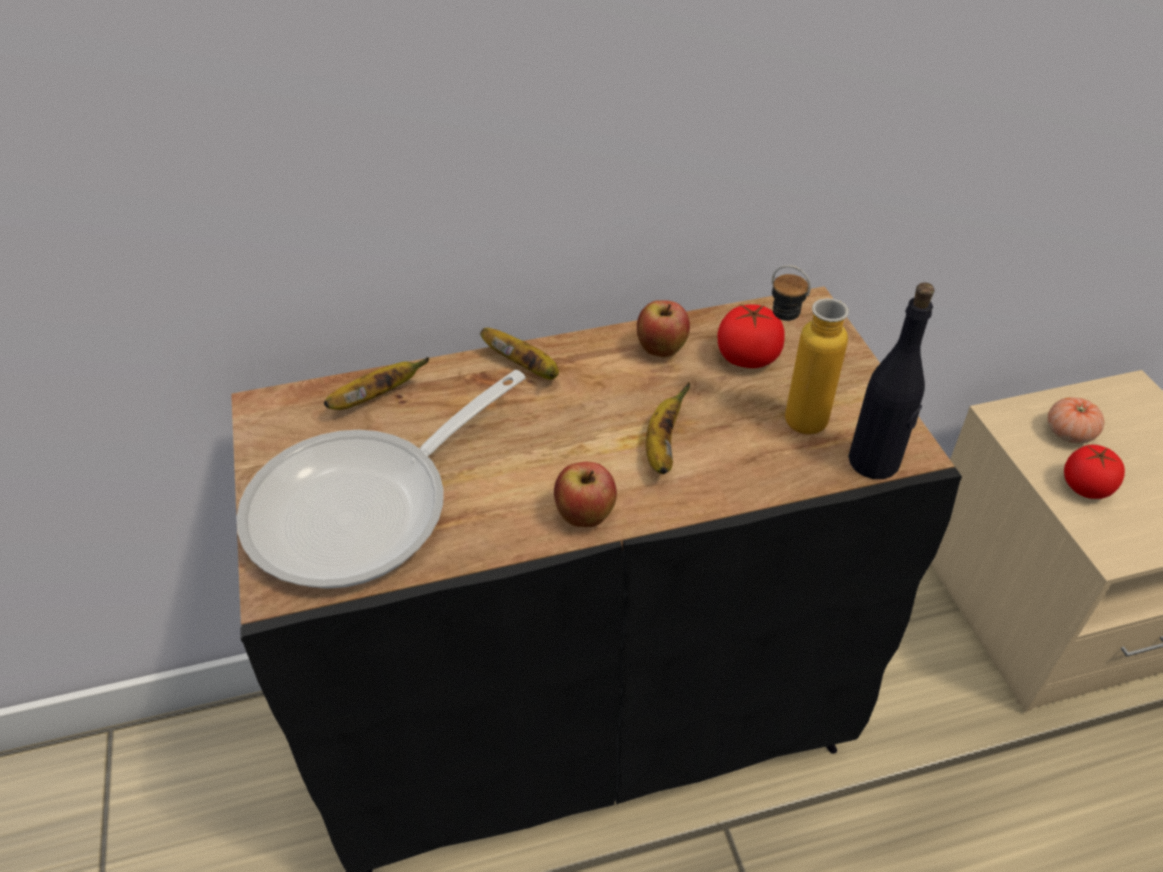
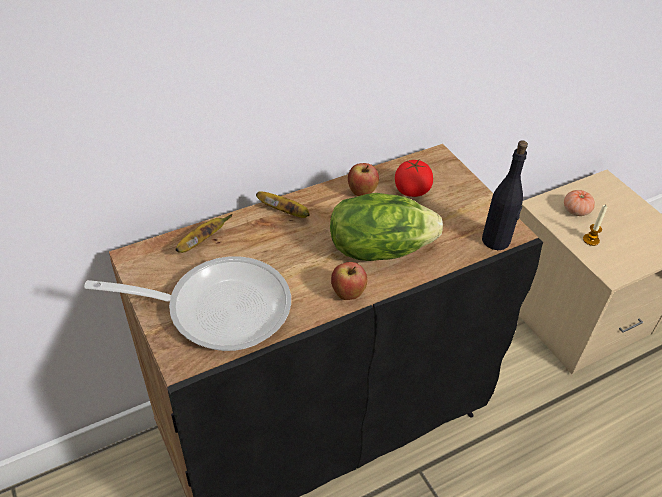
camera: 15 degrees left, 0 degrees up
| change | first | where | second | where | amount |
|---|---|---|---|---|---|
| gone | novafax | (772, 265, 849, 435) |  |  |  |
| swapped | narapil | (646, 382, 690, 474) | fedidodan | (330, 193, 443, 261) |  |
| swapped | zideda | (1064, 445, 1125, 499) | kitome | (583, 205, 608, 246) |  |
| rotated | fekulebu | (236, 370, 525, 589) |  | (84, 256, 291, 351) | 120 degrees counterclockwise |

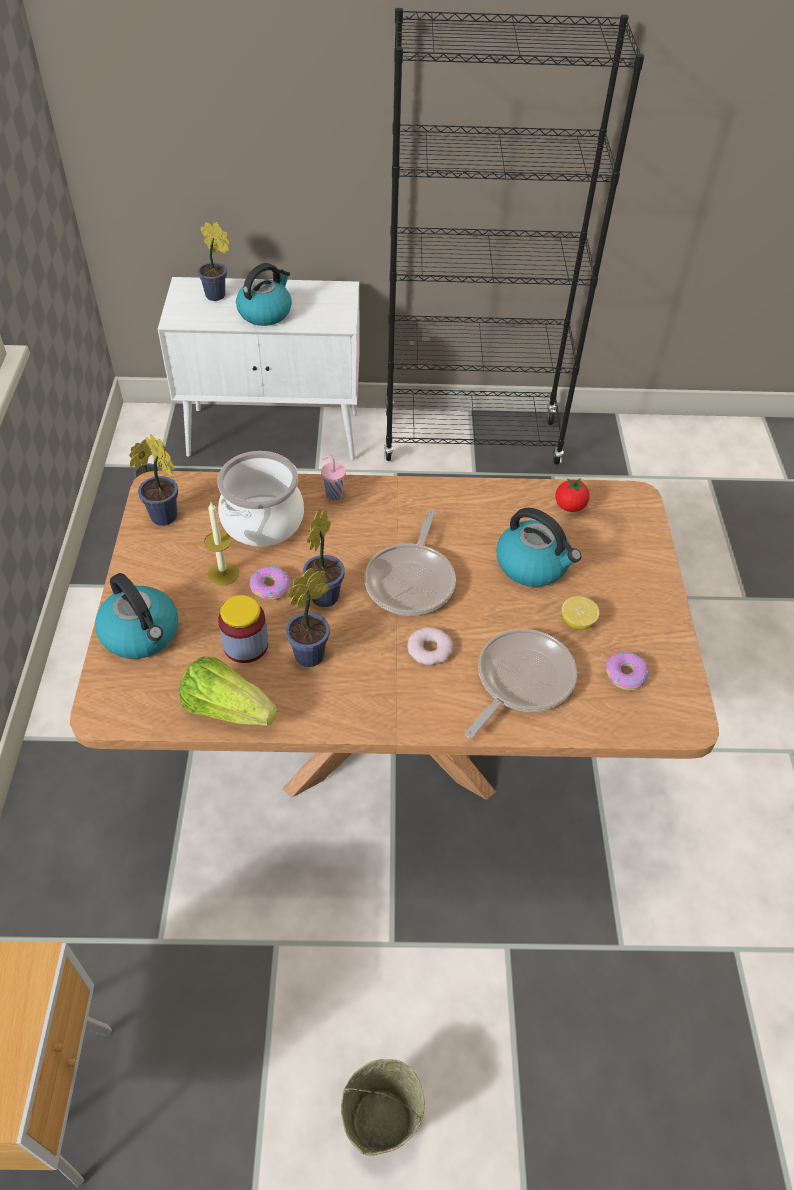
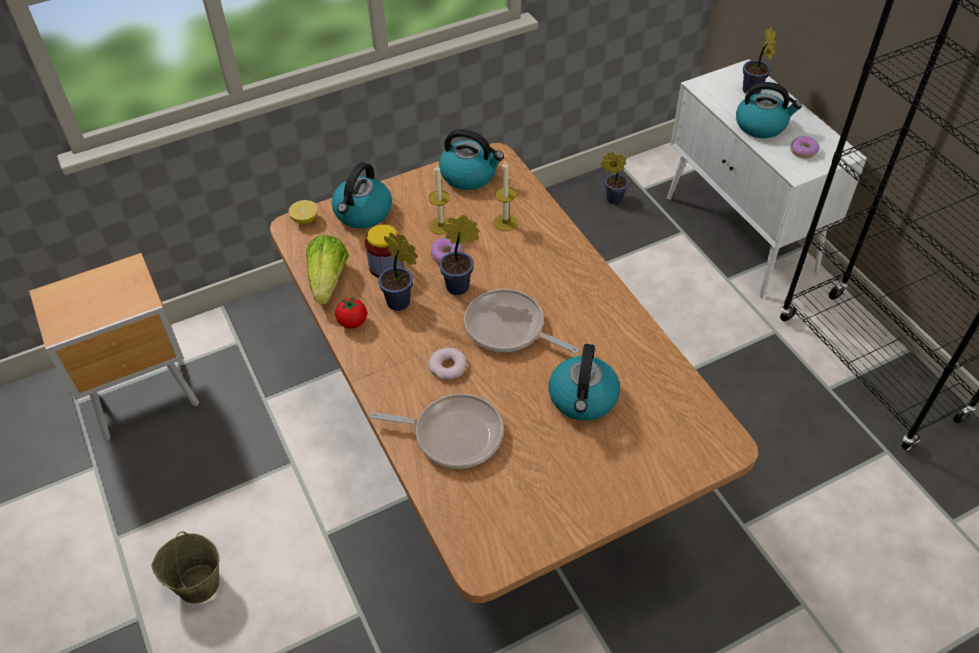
camera: 65 degrees right, 0 degrees up
| change | first | where | second | where | amount |
|---|---|---|---|---|---|
| gone | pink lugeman | (321, 455, 346, 500) |  |  |  |
| shifted | zideda | (555, 478, 590, 512) |  | (335, 297, 367, 329) |  |
| shifted | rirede | (562, 596, 599, 629) |  | (289, 200, 318, 224) |  |
| shifted | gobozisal | (606, 652, 648, 690) |  | (790, 136, 820, 158) |  |
| swapped | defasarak | (138, 435, 178, 526) | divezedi | (439, 129, 504, 190) |  |
| swapped | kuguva | (217, 451, 304, 547) | kitome | (493, 160, 518, 231) |  |
| rotated | fekulebu | (364, 510, 456, 616) |  | (464, 289, 579, 354) | 45 degrees clockwise |

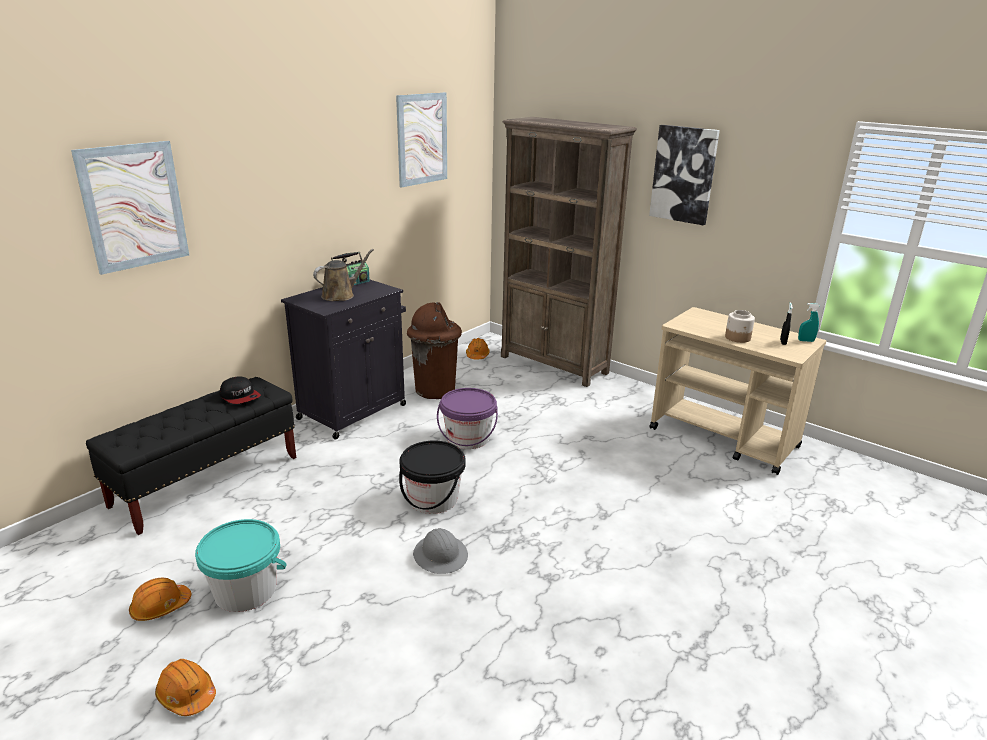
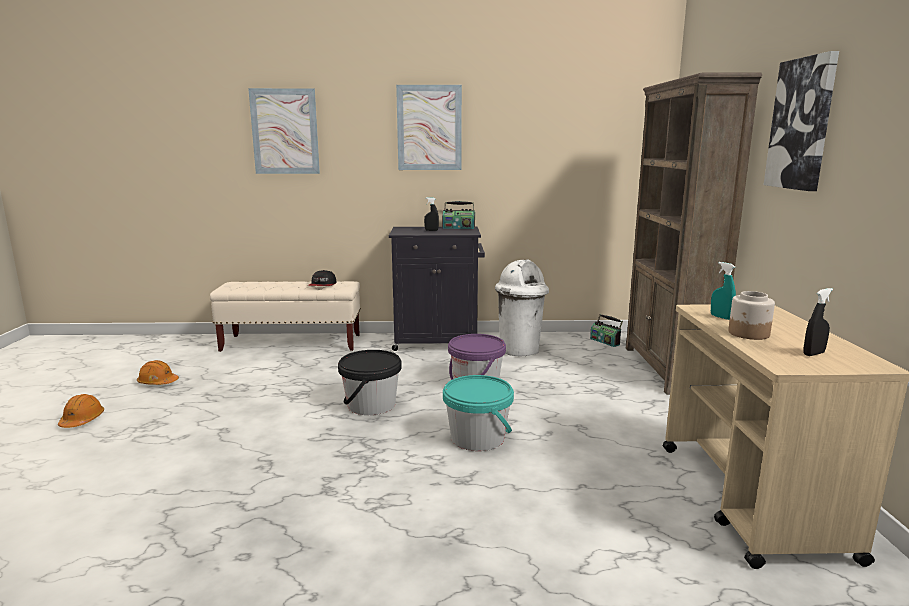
camera: 50 degrees right, 10 degrees down
| change | first | where | second | where | amount |
|---|---|---|---|---|---|
| gone | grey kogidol | (413, 528, 468, 574) |  |  |  |
| shifted | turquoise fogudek | (195, 519, 287, 612) |  | (443, 375, 514, 451) |  |
| shifted | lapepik | (396, 92, 447, 188) |  | (396, 85, 462, 170) |  |
| shifted | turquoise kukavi | (798, 303, 820, 342) |  | (711, 262, 736, 320) |  |
| swapped | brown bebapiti | (313, 249, 374, 301) | black kukavi | (424, 197, 439, 231) |  |
| swapped | orange kogidol | (466, 338, 490, 360) | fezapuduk | (590, 314, 623, 347) |  |
| repainted | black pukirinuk | (86, 377, 296, 535) | beige pukirinuk | (210, 281, 361, 352) |  |
| repainted | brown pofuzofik | (407, 302, 462, 399) | white pofuzofik | (495, 259, 549, 356) |  |

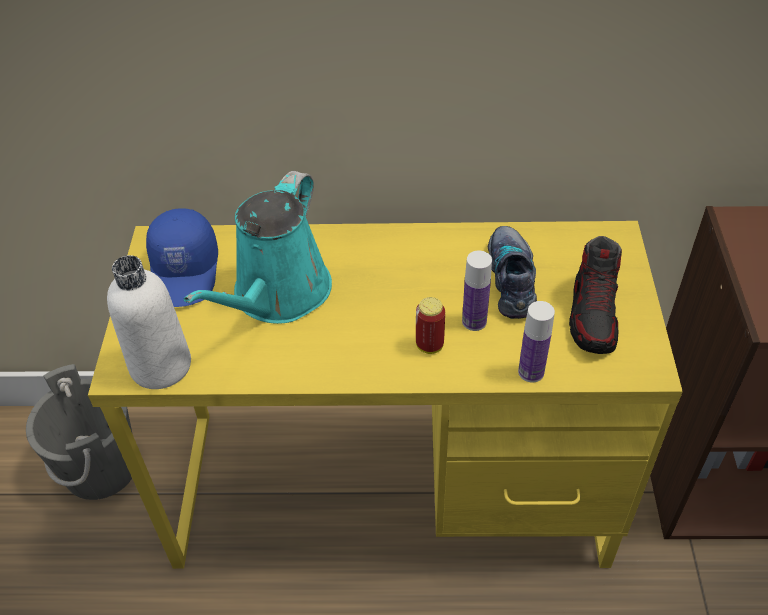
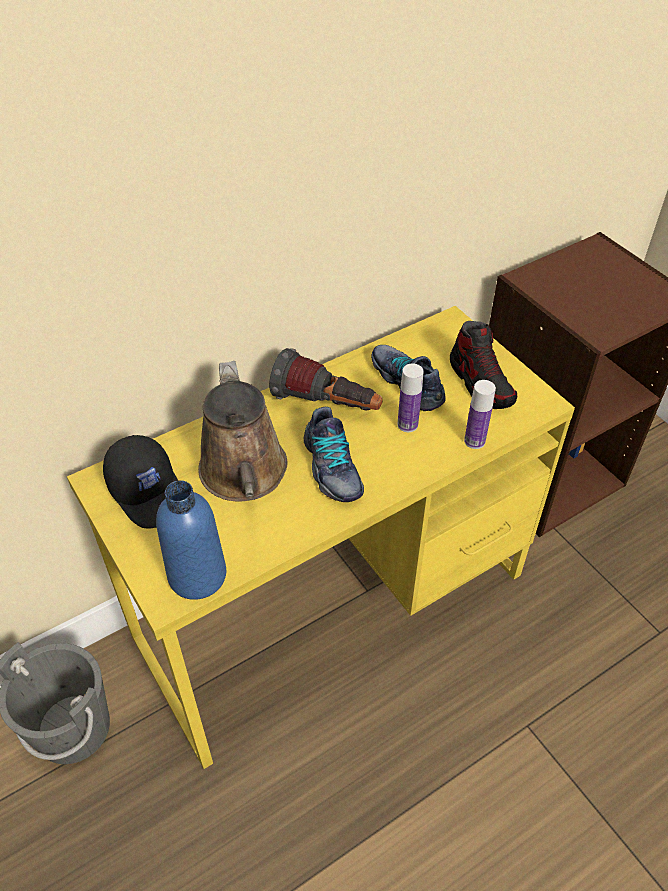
camera: 35 degrees left, 0 degrees up
| change | first | where | second | where | amount |
|---|---|---|---|---|---|
| gone | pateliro | (416, 297, 445, 354) |  |  |  |
| new |  |  | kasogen | (269, 348, 383, 411) |  |
| new |  |  | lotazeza | (304, 407, 364, 502) |  |
| repainted | white novafax | (107, 255, 191, 389) | blue novafax | (156, 480, 226, 600) |  |
| repainted | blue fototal | (146, 208, 218, 307) | black fototal | (103, 435, 179, 529) |  |
| repainted | turquoise bebapiti | (184, 171, 332, 324) | brown bebapiti | (198, 361, 288, 501) |  |

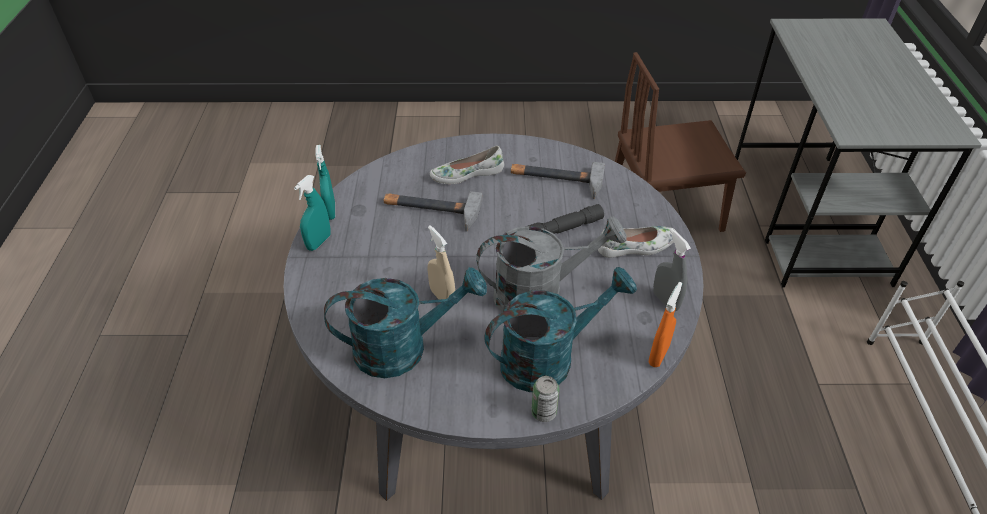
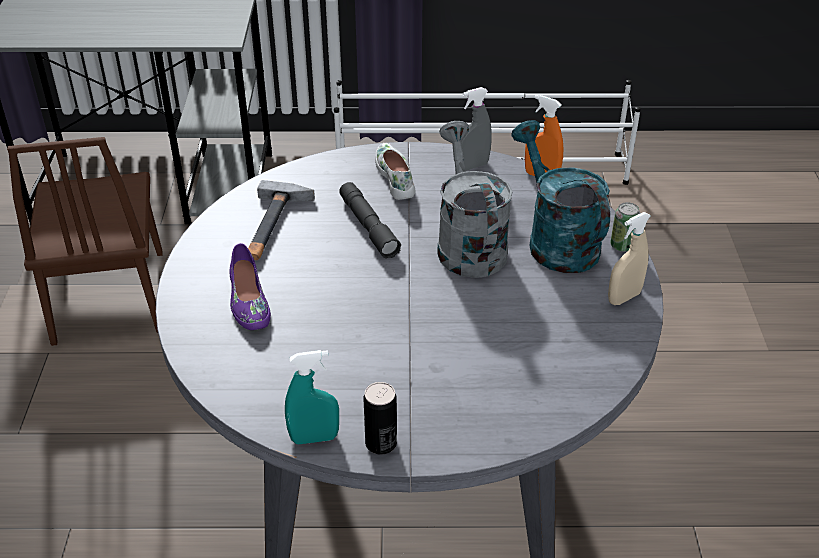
camera: 90 degrees left, 5 degrees down
| change | first | where | second | where | amount |
|---|---|---|---|---|---|
| gone | turquoise bebapiti | (324, 267, 487, 378) |  |  |  |
| gone | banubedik | (384, 191, 483, 232) |  |  |  |
| shifted | beige kukavi | (427, 225, 455, 303) |  | (608, 212, 651, 305) |  |
| swapped | turquoise kukavi | (294, 175, 331, 251) | pateliro | (364, 382, 397, 454) |  |
| repainted | white lotazeza | (430, 146, 504, 184) | purple lotazeza | (230, 243, 271, 330) |  |

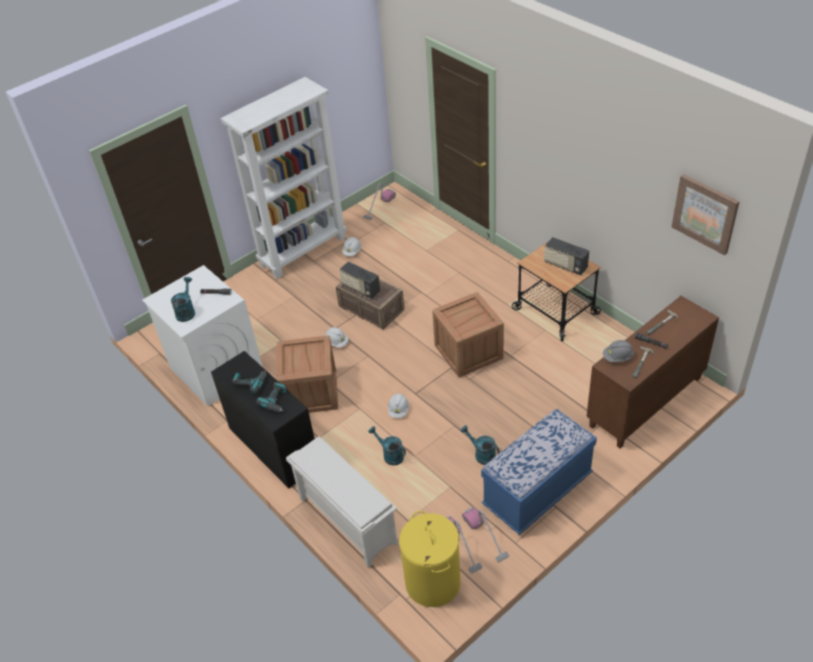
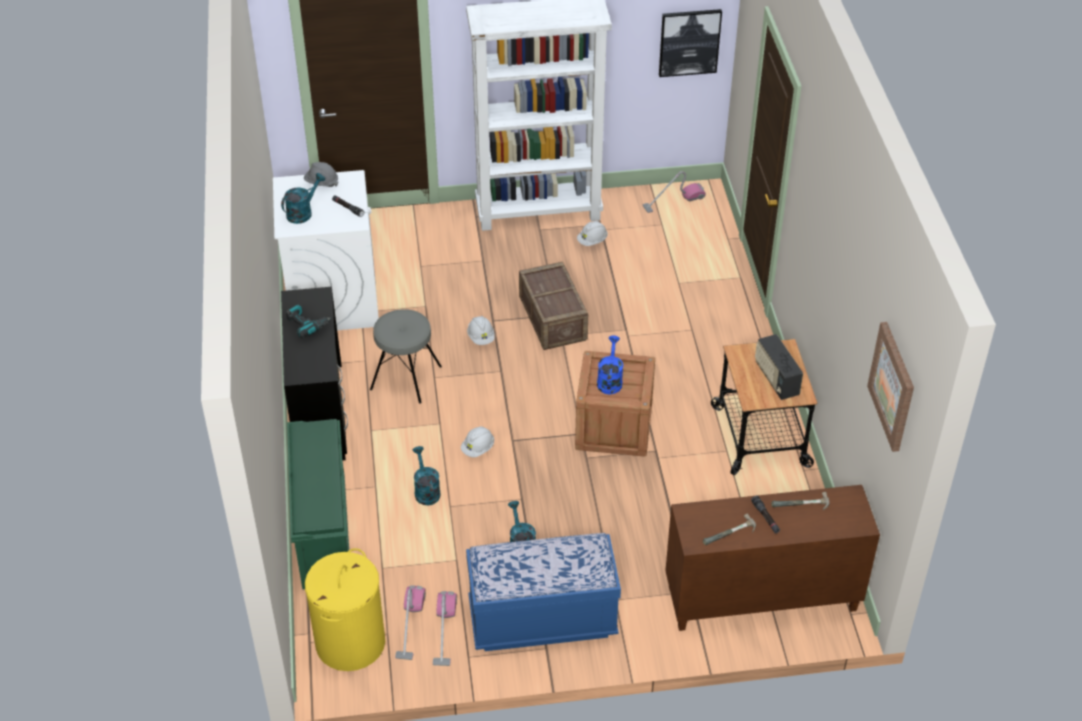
camera: 30 degrees right, 0 degrees up
| change | first | where | second | where | amount |
|---|---|---|---|---|---|
| gone | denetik | (256, 382, 287, 413) |  |  |  |
| gone | fezapuduk | (340, 261, 381, 299) |  |  |  |
| new |  |  | blue bebapiti | (597, 336, 623, 394) |  |
| new |  |  | lapepik | (659, 9, 722, 77) |  |
| shifted | grey kogidol | (603, 340, 634, 362) |  | (304, 162, 338, 187) |  |
| swapped | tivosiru | (277, 335, 338, 413) | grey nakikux | (370, 309, 442, 404) |  |
| repainted | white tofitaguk | (286, 436, 398, 568) | green tofitaguk | (287, 419, 349, 589) |  |

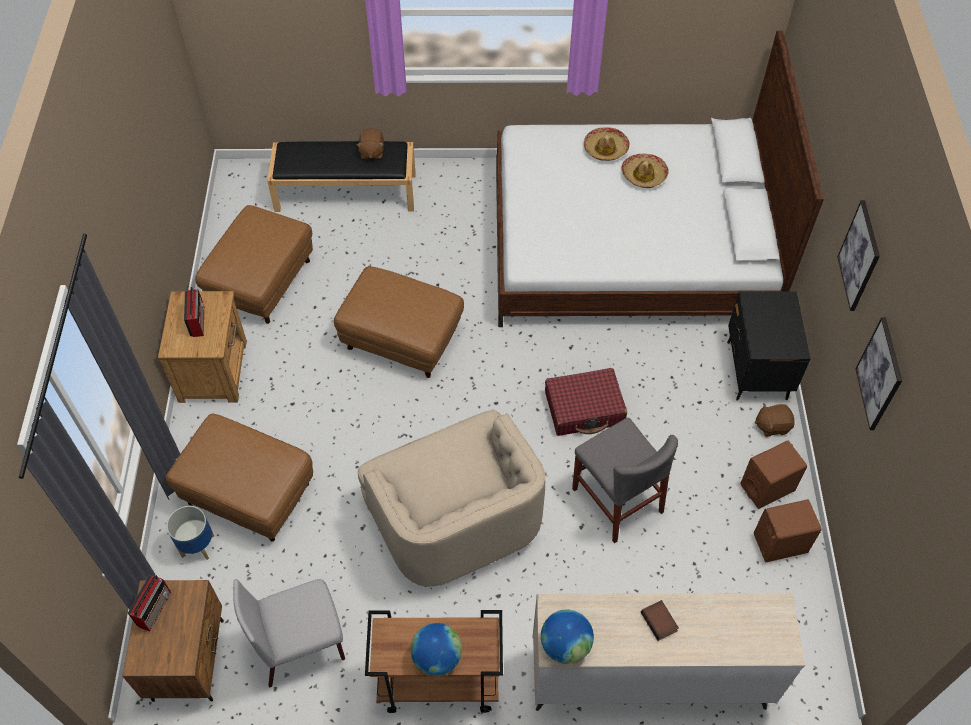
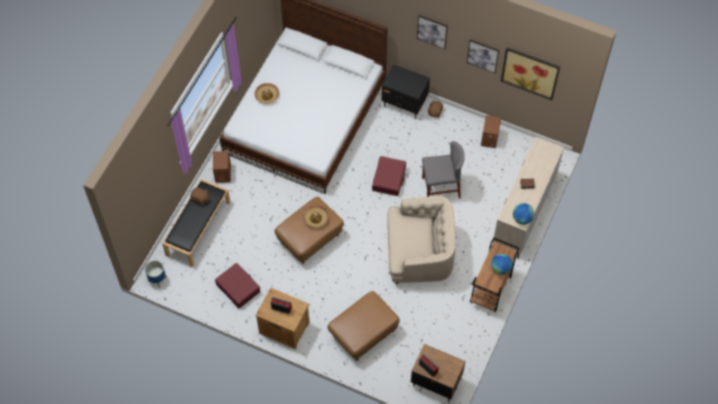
camera: 65 degrees left, 5 degrees up
| change | first | where | second | where | amount |
|---|---|---|---|---|---|
| gone | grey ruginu | (233, 579, 345, 687) |  |  |  |
| new |  |  | lapepik | (501, 48, 560, 100) |  |
| shifted | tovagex | (167, 506, 214, 560) |  | (145, 260, 167, 288) |  |
| shifted | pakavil | (621, 154, 669, 188) |  | (303, 205, 329, 228) |  |
| shifted | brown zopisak | (741, 441, 807, 509) |  | (213, 151, 231, 183) |  |
| swapped | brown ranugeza | (195, 205, 313, 324) | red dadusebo | (215, 263, 260, 308) |  |

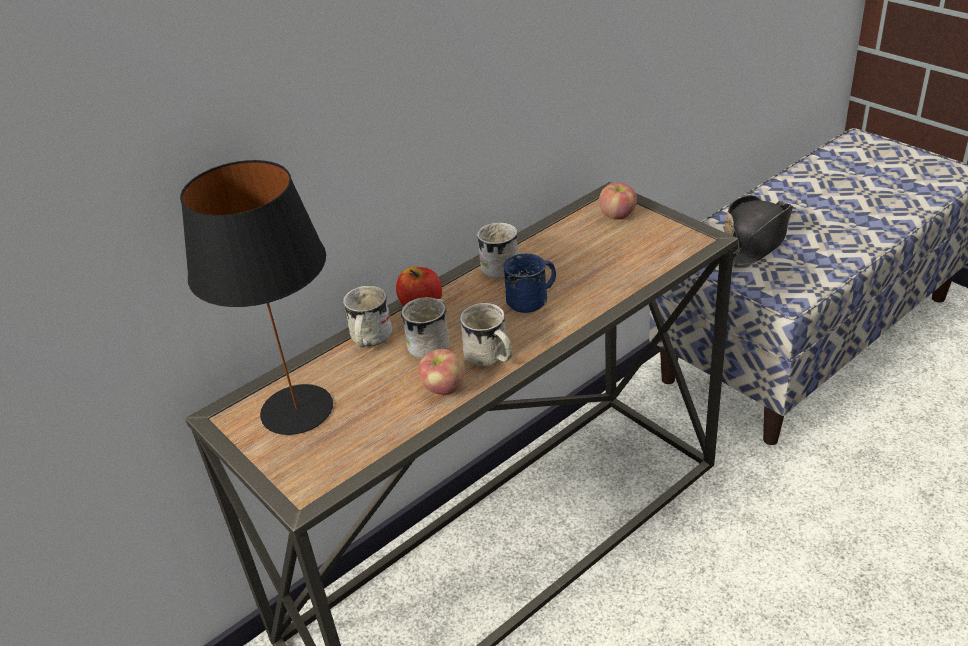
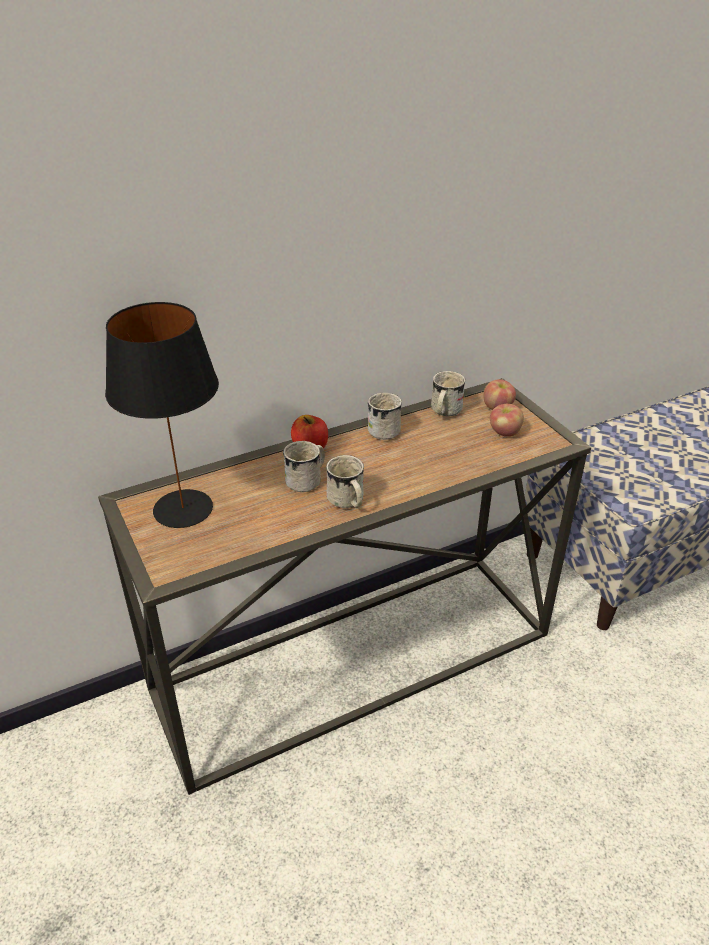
camera: 10 degrees right, 0 degrees up
| change | first | where | second | where | amount |
|---|---|---|---|---|---|
| gone | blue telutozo | (503, 254, 556, 313) |  |  |  |
| gone | black pakavil | (724, 195, 793, 266) |  |  |  |
| shifted | white telutozo | (343, 286, 392, 347) |  | (431, 371, 466, 416) |  |
| shifted | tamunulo | (418, 349, 465, 395) |  | (490, 404, 524, 437) |  |

